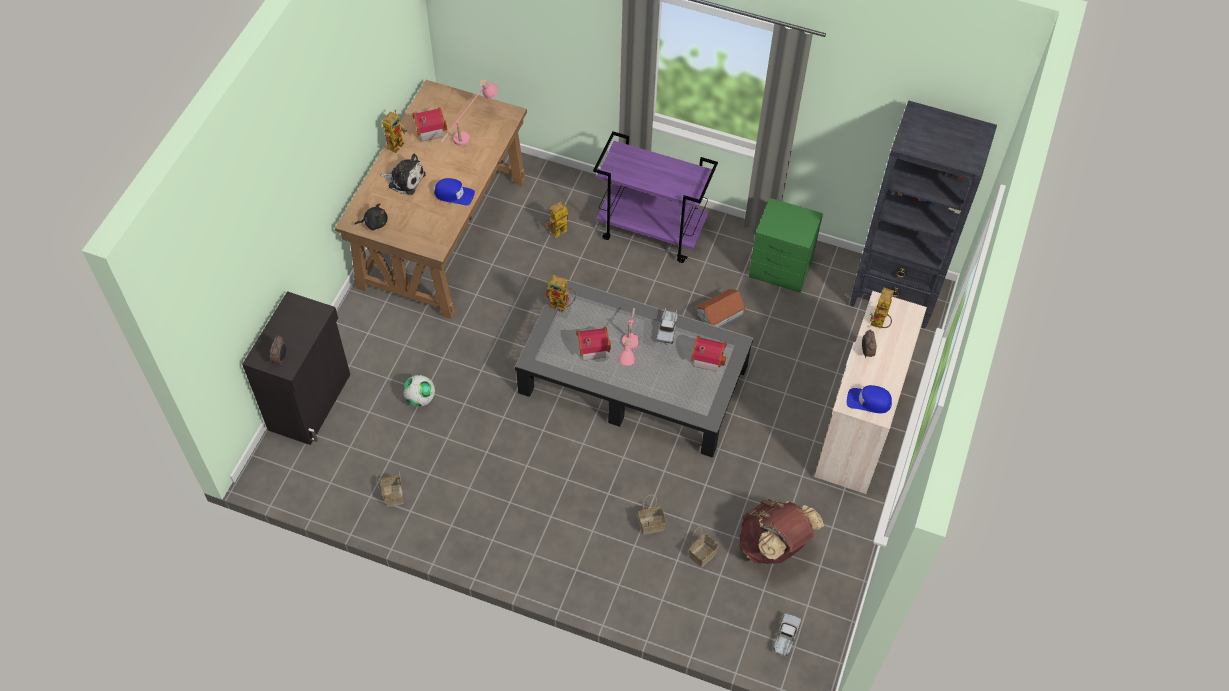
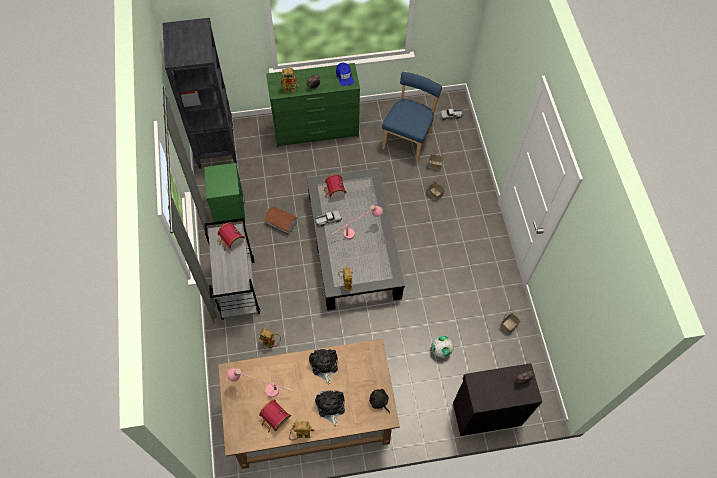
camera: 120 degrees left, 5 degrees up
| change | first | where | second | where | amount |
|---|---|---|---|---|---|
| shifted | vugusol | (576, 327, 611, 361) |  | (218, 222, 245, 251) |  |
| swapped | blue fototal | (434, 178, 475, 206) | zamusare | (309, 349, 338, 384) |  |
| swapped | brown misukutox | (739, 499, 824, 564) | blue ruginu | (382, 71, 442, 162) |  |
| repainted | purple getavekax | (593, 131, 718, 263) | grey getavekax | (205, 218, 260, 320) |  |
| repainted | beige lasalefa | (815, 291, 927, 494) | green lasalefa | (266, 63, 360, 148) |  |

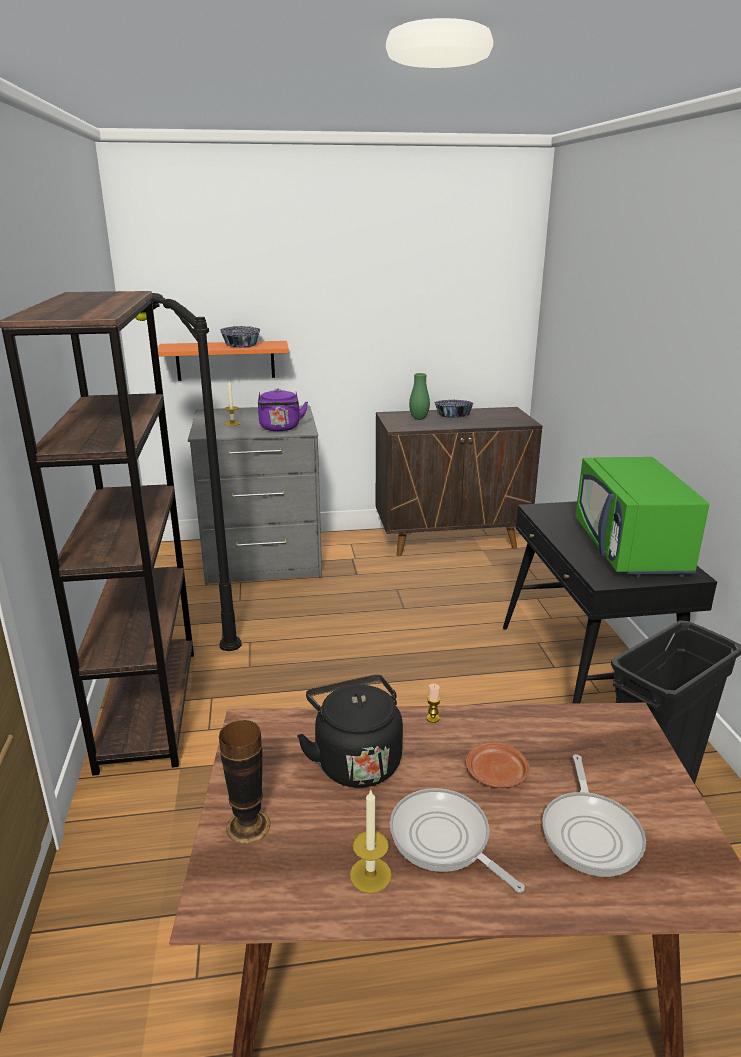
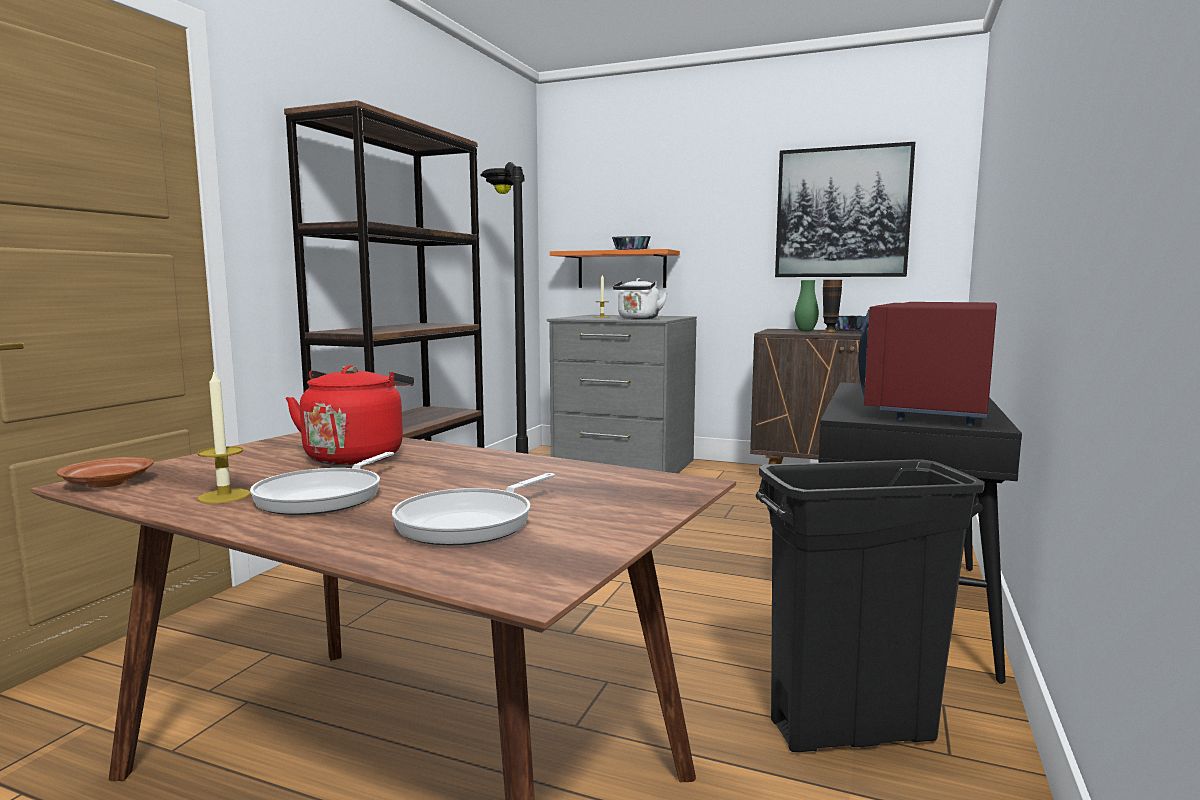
camera: 30 degrees right, 15 degrees down
| change | first | where | second | where | amount |
|---|---|---|---|---|---|
| gone | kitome | (426, 684, 441, 723) |  |  |  |
| new |  |  | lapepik | (775, 142, 915, 277) |  |
| shifted | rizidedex | (219, 720, 271, 844) |  | (820, 280, 842, 335) |  |
| shifted | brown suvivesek | (466, 742, 530, 788) |  | (56, 457, 154, 487) |  |
| repainted | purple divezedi | (258, 388, 308, 431) | white divezedi | (613, 278, 667, 319) |  |
| repainted | black divezedi | (297, 675, 403, 788) | red divezedi | (286, 365, 414, 465) |  |
| repainted | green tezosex | (575, 457, 709, 578) | red tezosex | (858, 302, 997, 426) |  |
| rotated | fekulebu | (390, 788, 525, 893) |  | (250, 452, 394, 515) | 150 degrees counterclockwise |

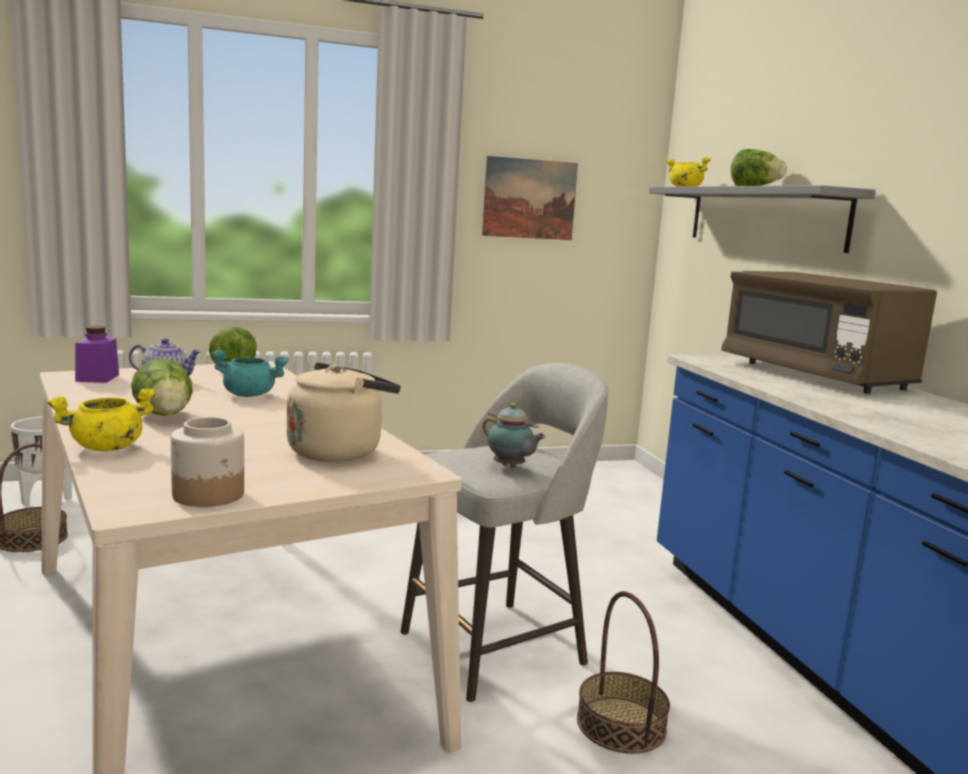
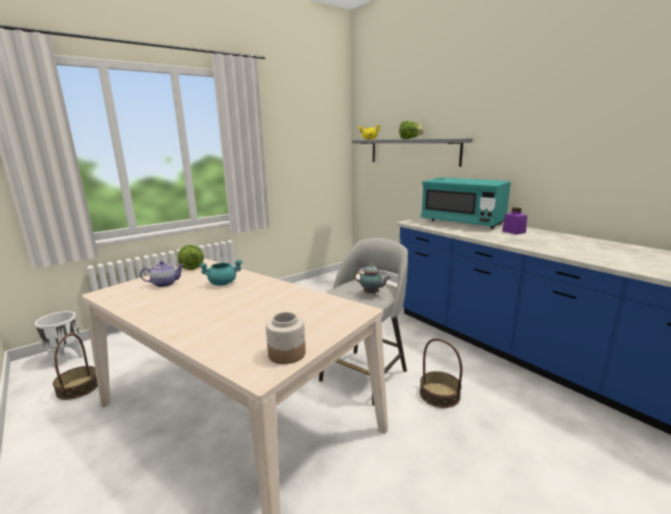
camera: 20 degrees left, 5 degrees up
| change | first | where | second | where | amount |
|---|---|---|---|---|---|
| gone | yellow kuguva | (47, 388, 156, 451) |  |  |  |
| gone | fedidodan | (131, 358, 193, 416) |  |  |  |
| gone | beige divezedi | (287, 363, 401, 462) |  |  |  |
| gone | lapepik | (482, 156, 578, 240) |  |  |  |
| shifted | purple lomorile | (75, 326, 119, 383) |  | (502, 207, 527, 235) |  |
| repainted | brown tezosex | (721, 271, 937, 394) | turquoise tezosex | (421, 177, 511, 229) |  |

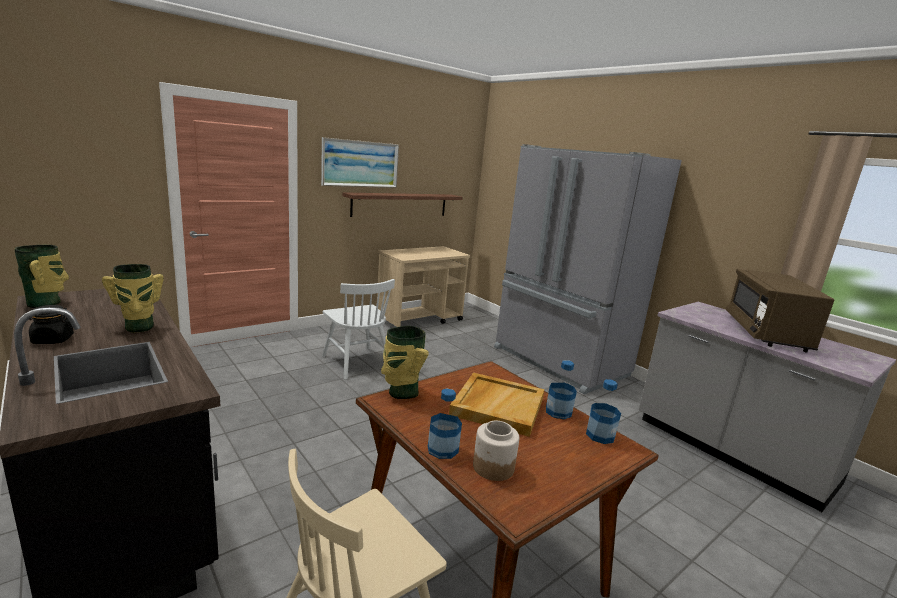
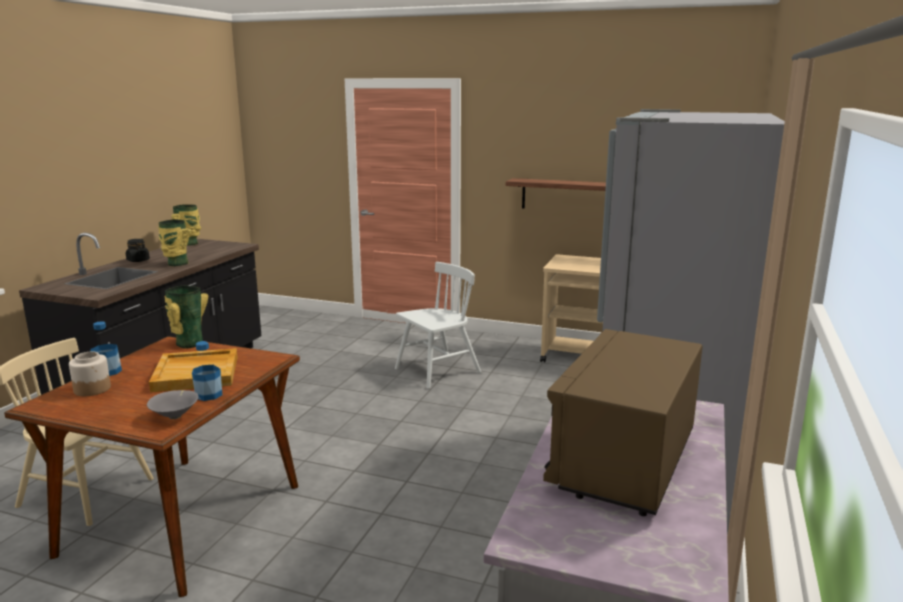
camera: 60 degrees right, 0 degrees up
| change | first | where | second | where | amount |
|---|---|---|---|---|---|
| gone | lapepik | (321, 137, 399, 188) |  |  |  |
| swapped | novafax | (586, 379, 621, 444) | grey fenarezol | (147, 390, 198, 419) |  |
| rotated | white ruginu | (322, 279, 395, 380) |  | (395, 262, 481, 389) | 150 degrees counterclockwise |
| rotated | brown tezosex | (725, 269, 834, 353) |  | (543, 329, 703, 516) | 45 degrees counterclockwise |

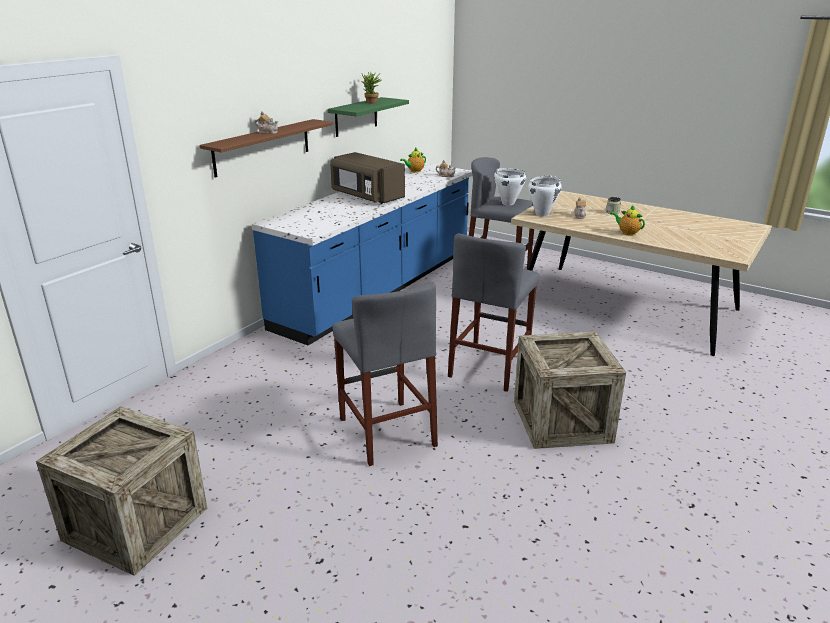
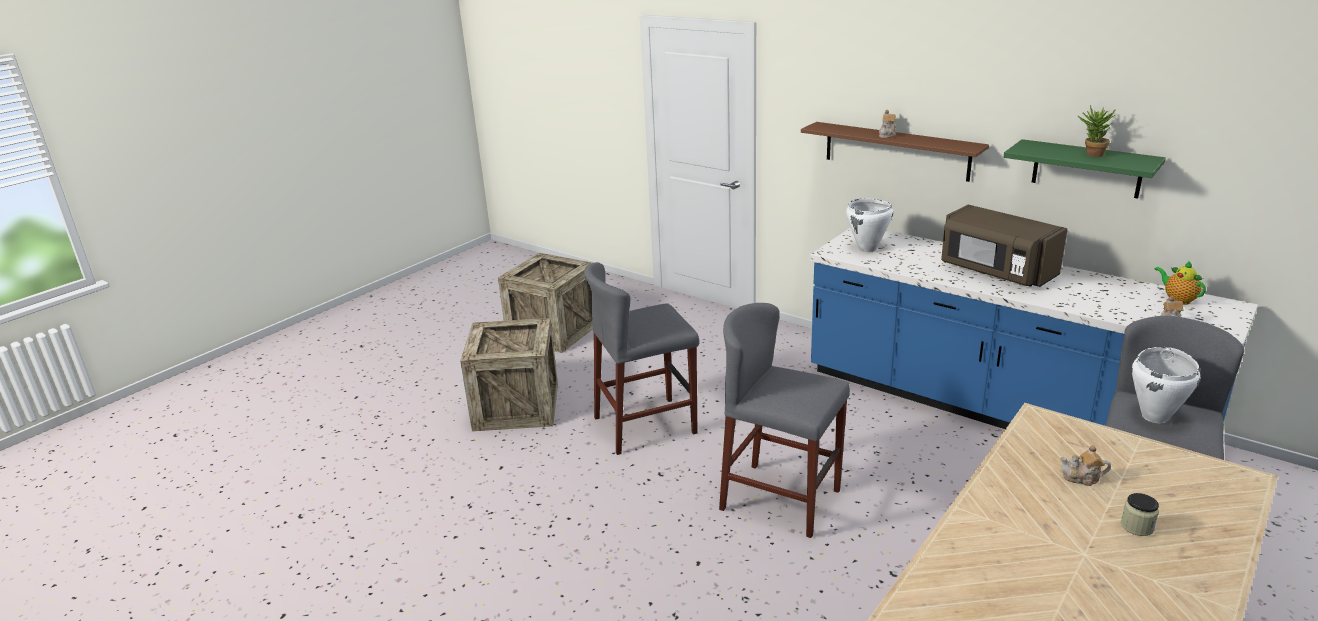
camera: 95 degrees right, 0 degrees up
| change | first | where | second | where | amount |
|---|---|---|---|---|---|
| gone | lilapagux | (611, 205, 645, 236) |  |  |  |
| shifted | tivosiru | (514, 332, 626, 449) |  | (460, 318, 558, 431) |  |
| shifted | white kuguva | (528, 176, 562, 216) |  | (846, 199, 893, 253) |  |
| rotated | brown tezosex | (330, 152, 405, 204) |  | (941, 205, 1068, 287) | 90 degrees counterclockwise |

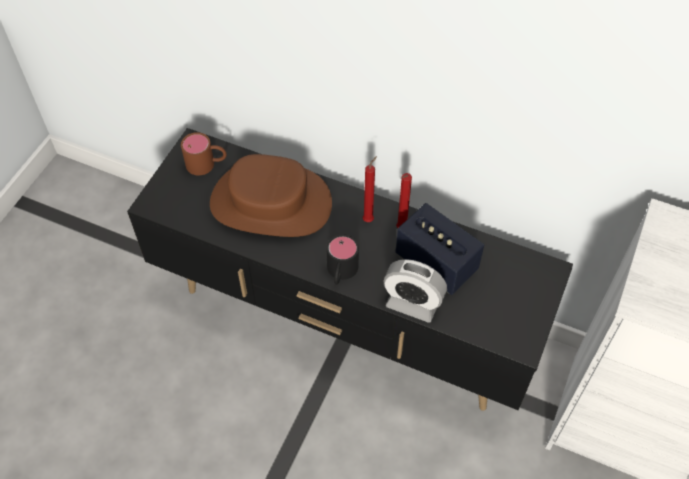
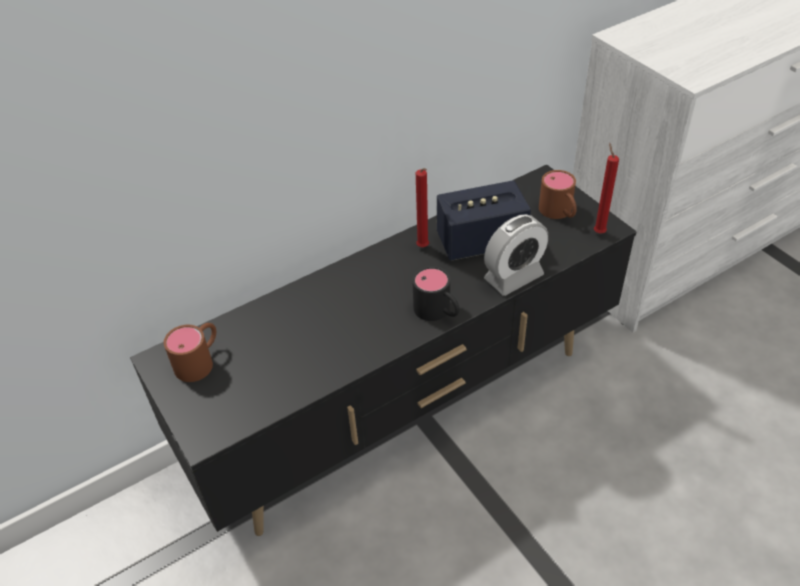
camera: 55 degrees left, 10 degrees down
| change | first | where | second | where | amount |
|---|---|---|---|---|---|
| gone | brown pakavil | (210, 154, 332, 237) |  |  |  |
| new |  |  | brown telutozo | (539, 170, 577, 219) |  |
| shifted | red kitome | (363, 156, 377, 222) |  | (594, 142, 619, 233) |  |

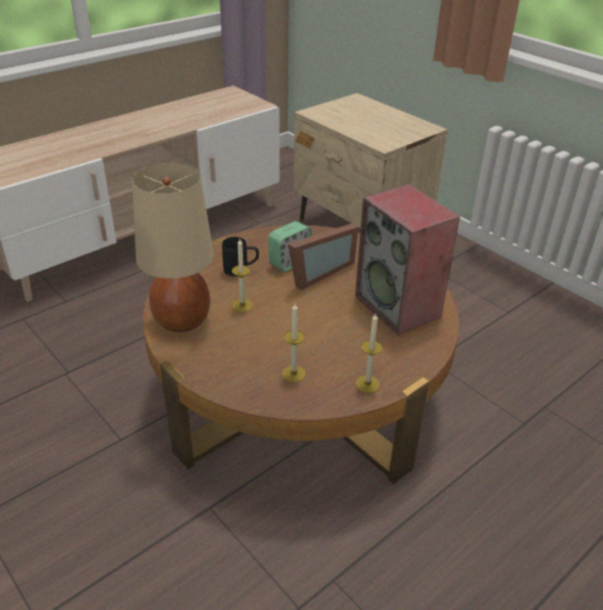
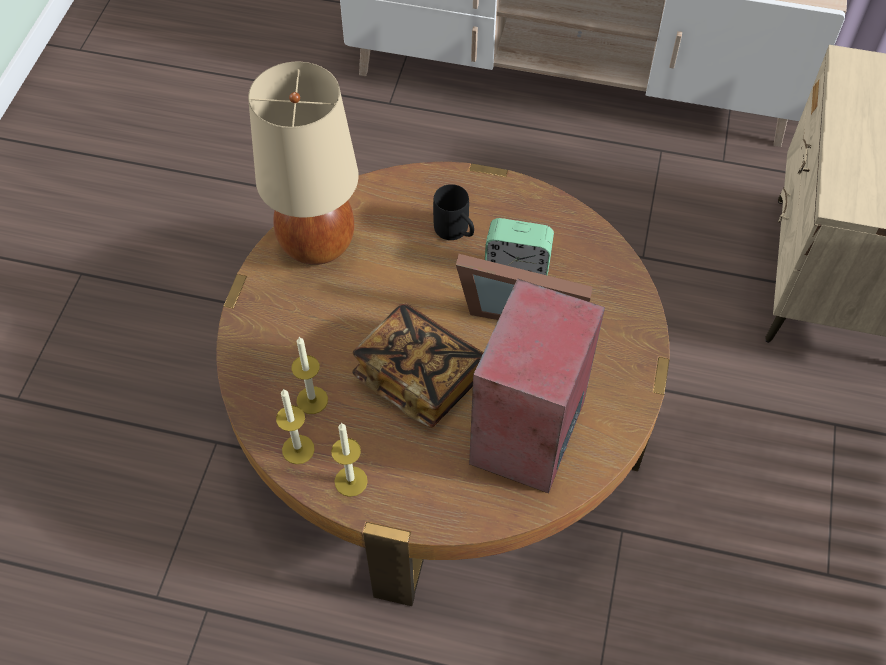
camera: 55 degrees right, 20 degrees up
| change | first | where | second | where | amount |
|---|---|---|---|---|---|
| new |  |  | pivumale | (352, 303, 483, 428) |  |
| shifted | kitome | (232, 239, 253, 312) |  | (276, 389, 315, 464) |  |

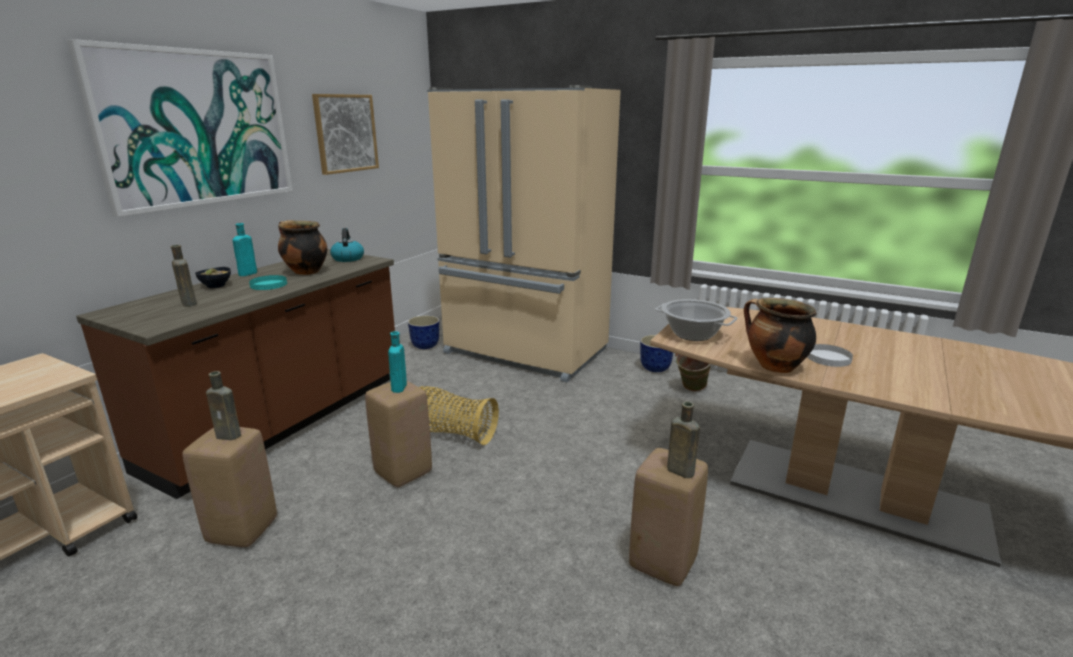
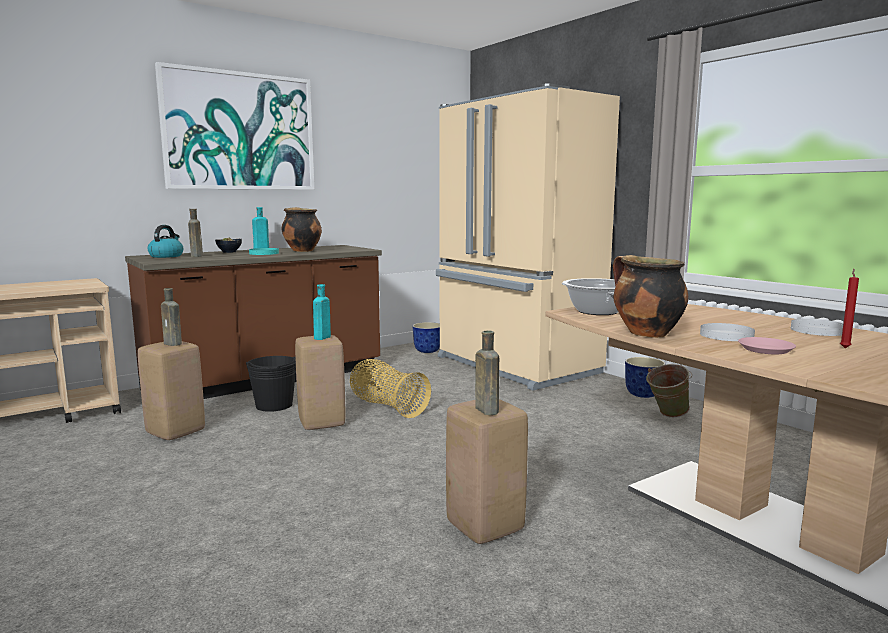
camera: 25 degrees right, 10 degrees down
| change | first | where | second | where | amount |
|---|---|---|---|---|---|
| gone | lapepik | (312, 94, 379, 175) |  |  |  |
| new |  |  | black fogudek | (246, 356, 296, 412) |  |
| new |  |  | pink suvivesek | (738, 337, 796, 354) |  |
| new |  |  | white suvivesek | (791, 319, 843, 336) |  |
| new |  |  | red kitome | (840, 269, 859, 348) |  |
| shifted | divezedi | (330, 228, 364, 262) |  | (148, 225, 183, 258) |  |

